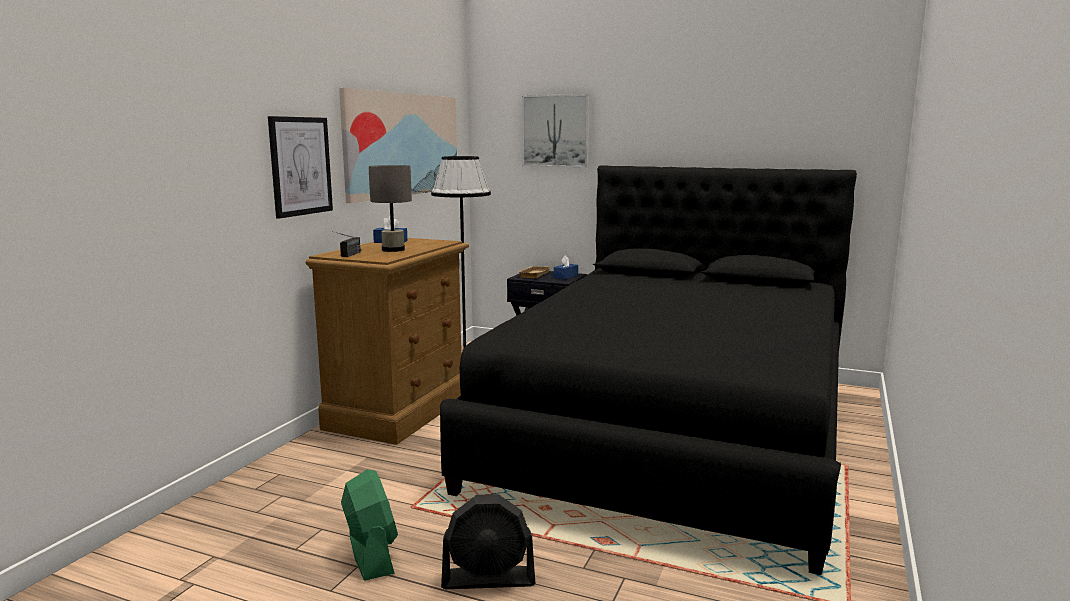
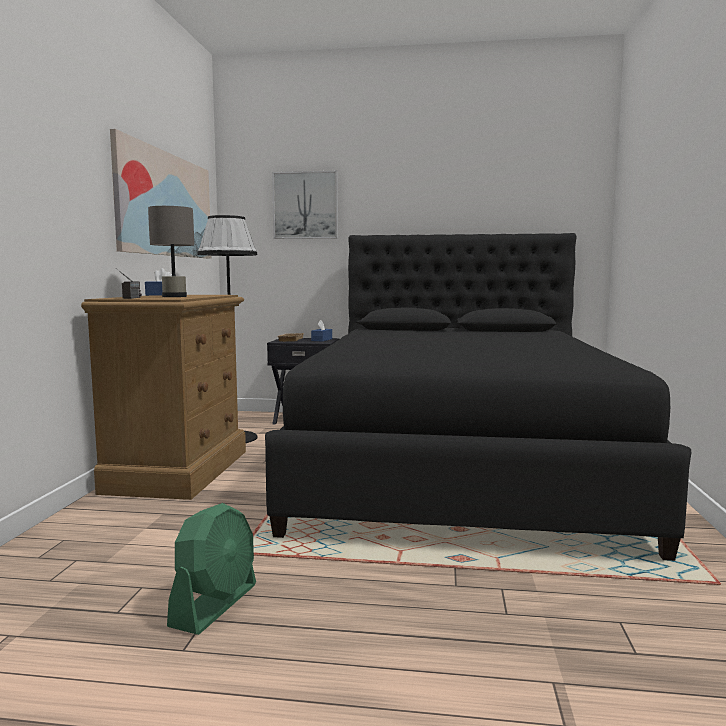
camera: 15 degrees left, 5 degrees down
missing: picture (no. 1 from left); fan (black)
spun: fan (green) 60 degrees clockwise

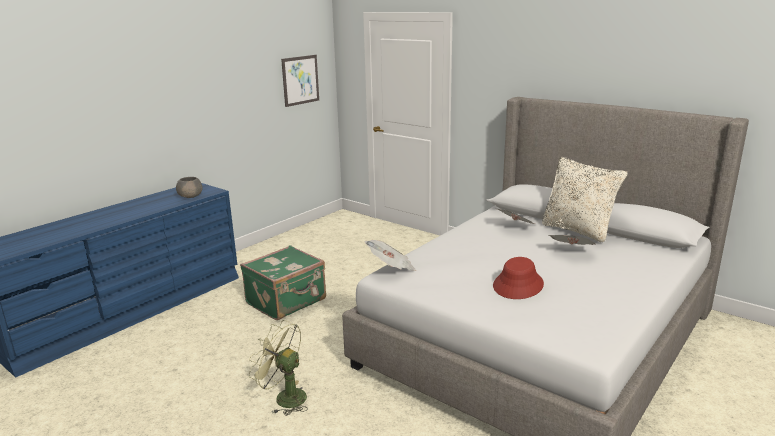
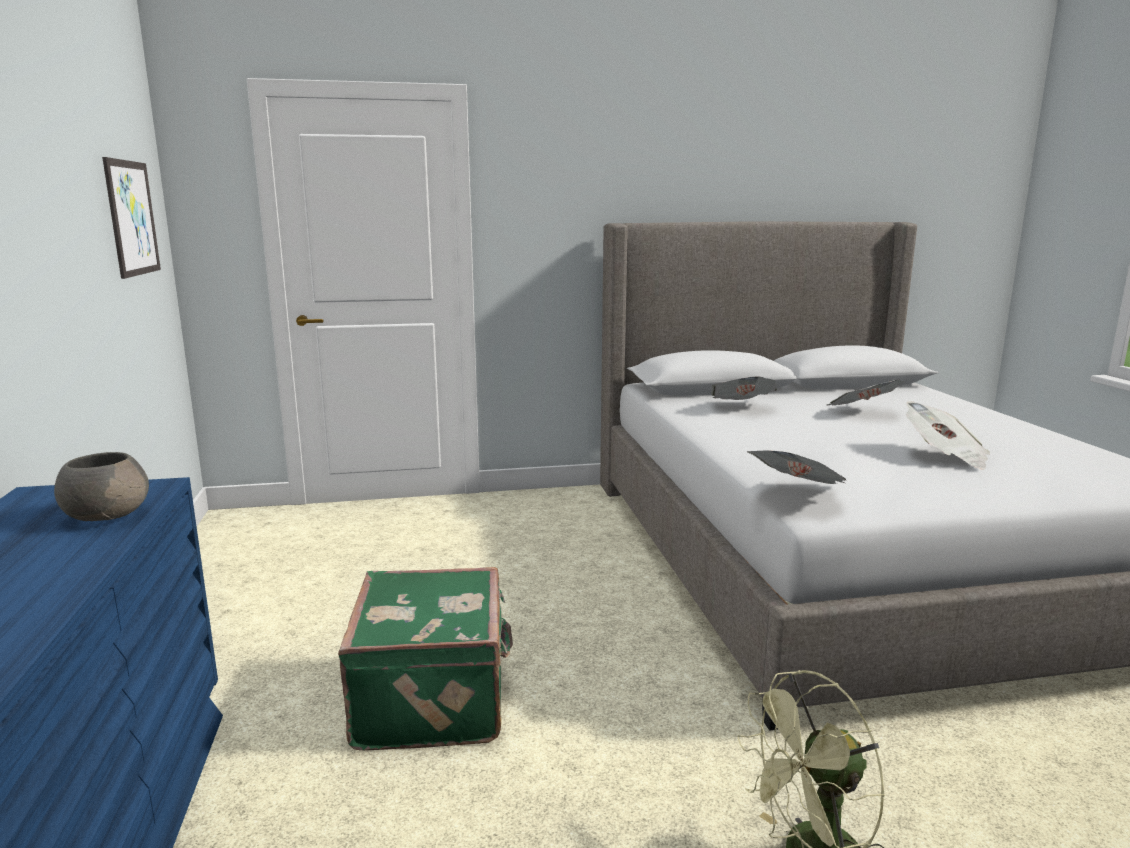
camera: 50 degrees left, 5 degrees down
missing: pillow (beige)
exchanged: hat (red) to newspaper (no. 4 from left)

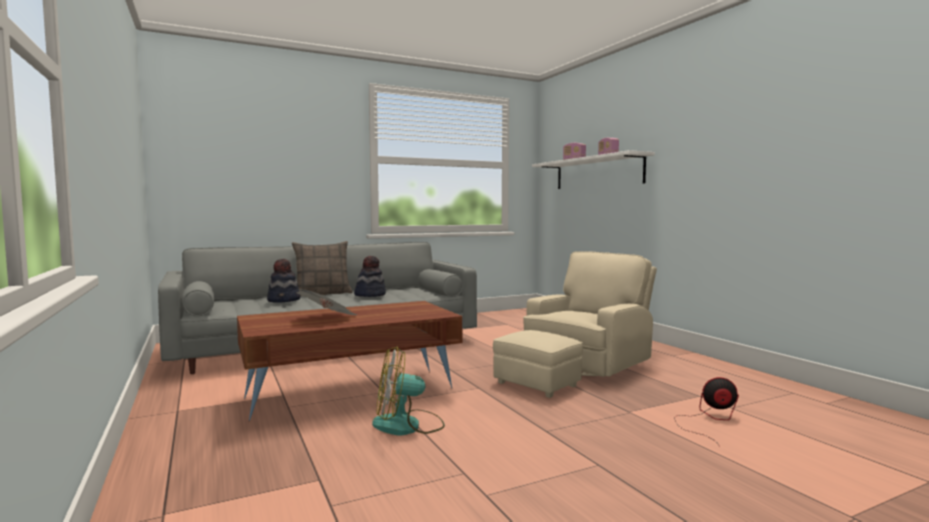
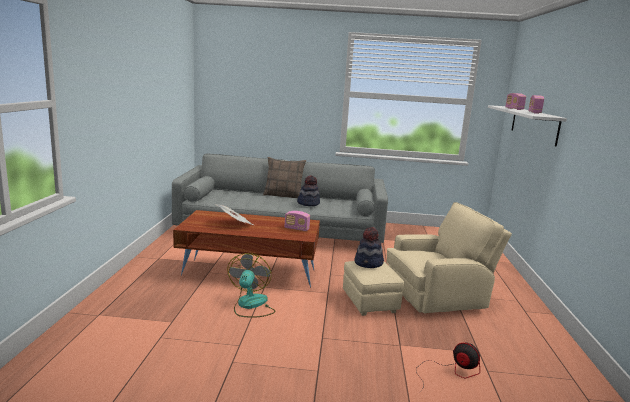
camera: 30 degrees right, 10 degrees up
appeared: radio (no. 1 from left)
relocated: hat (no. 1 from left in the first image) to hat (no. 2 from left)
spun: fan (no. 1 from left) 75 degrees clockwise

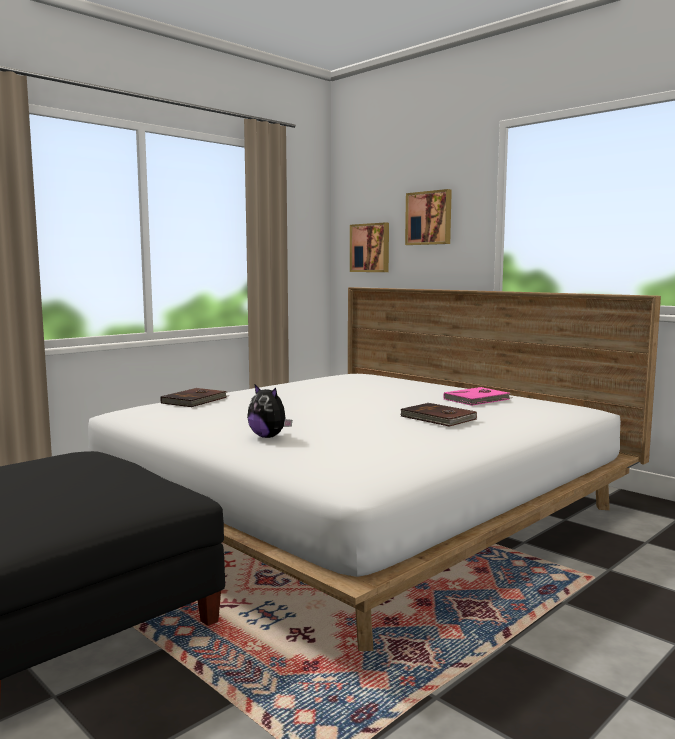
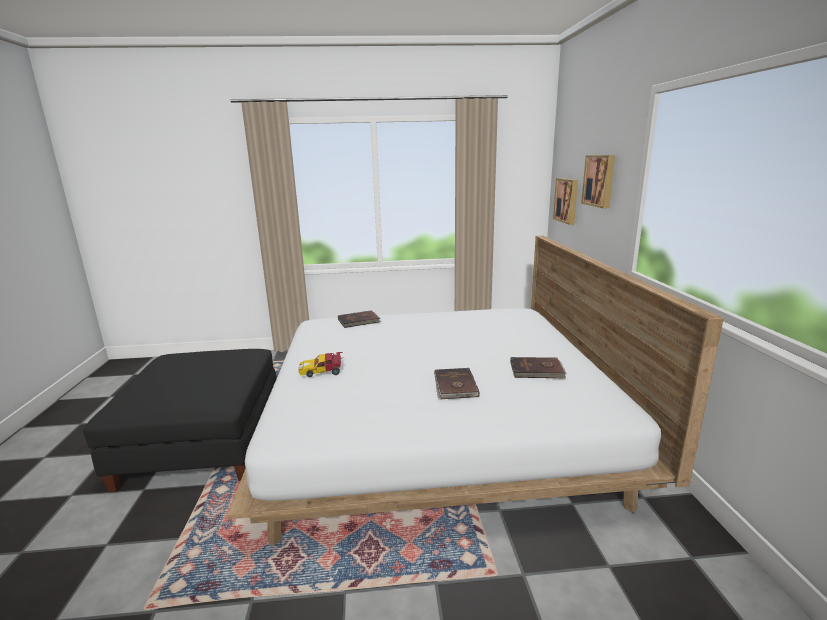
camera: 40 degrees right, 10 degrees up
exchanged: plush toy to toy car
colour: book (pink) to book (brown) (no. 3 from left)

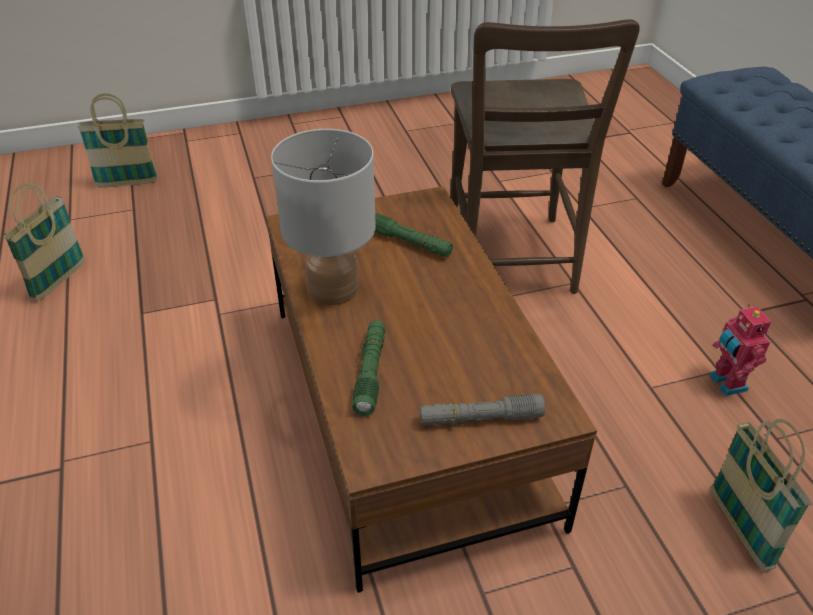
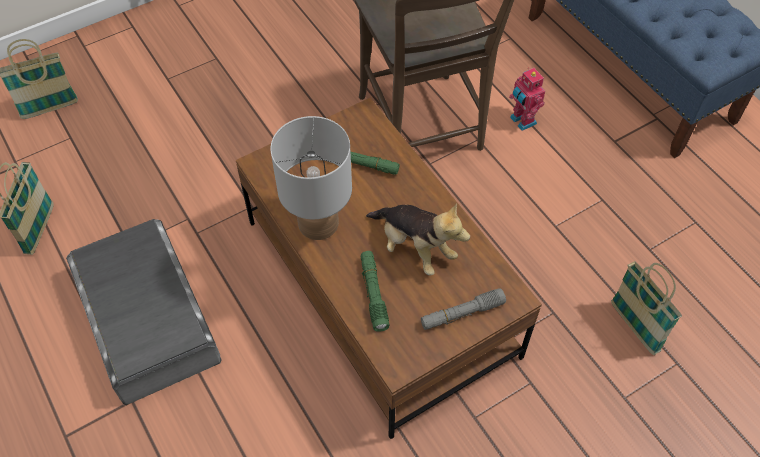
camera: 15 degrees left, 15 degrees up
appeared: plush toy; storage box (grey)
relocated: toy robot

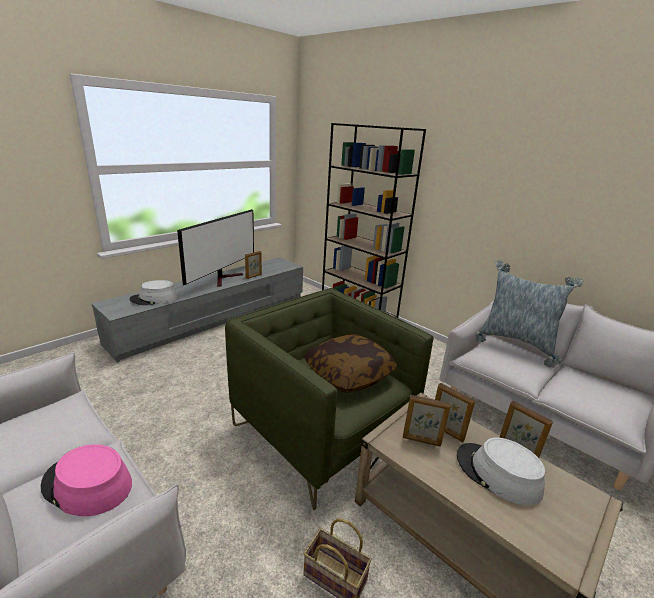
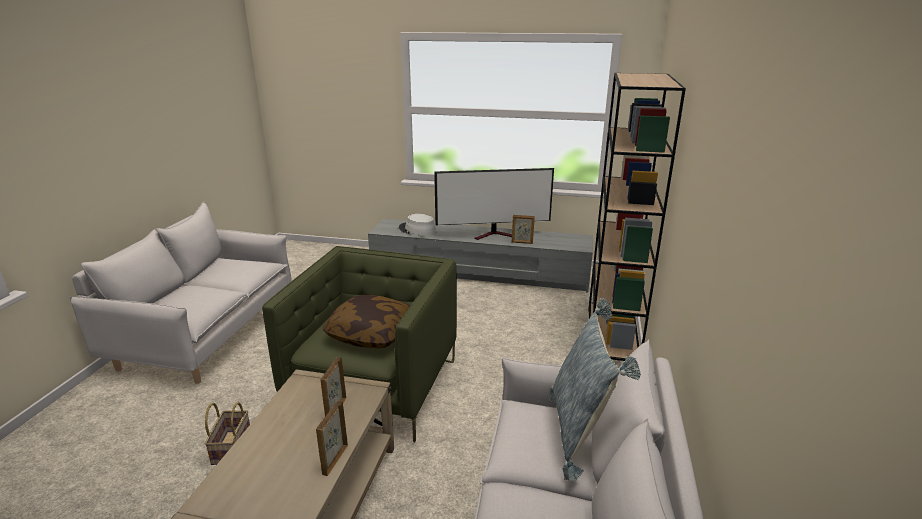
camera: 60 degrees right, 0 degrees up
missing: picture frame (no. 2 from left); hat (grey) (no. 2 from left); hat (pink)

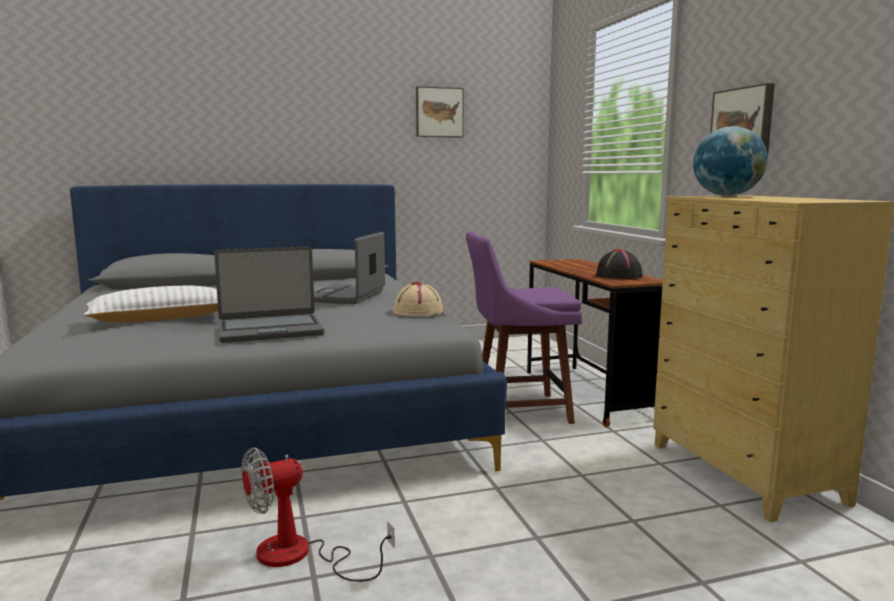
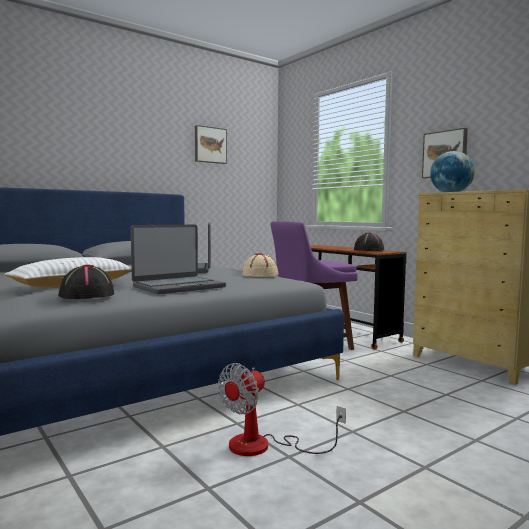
camera: 20 degrees left, 5 degrees down
appeared: hat (black) (no. 1 from left)

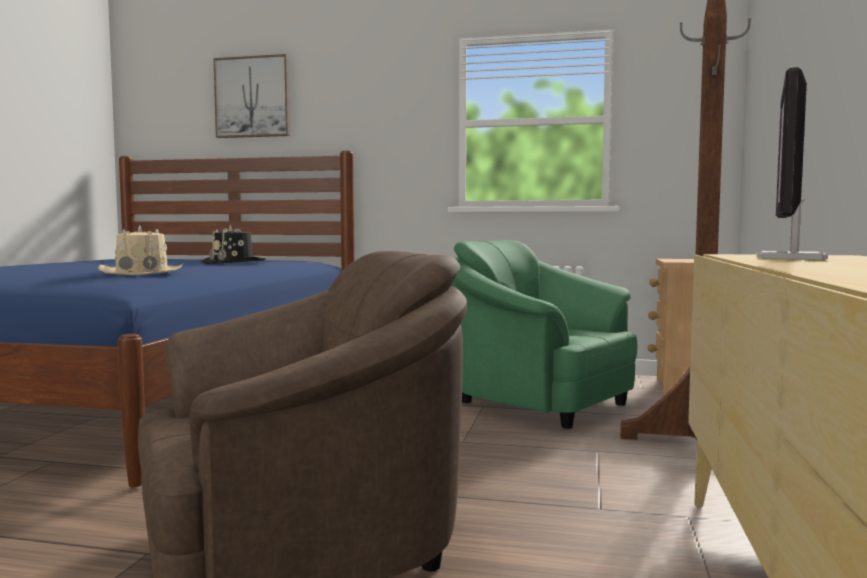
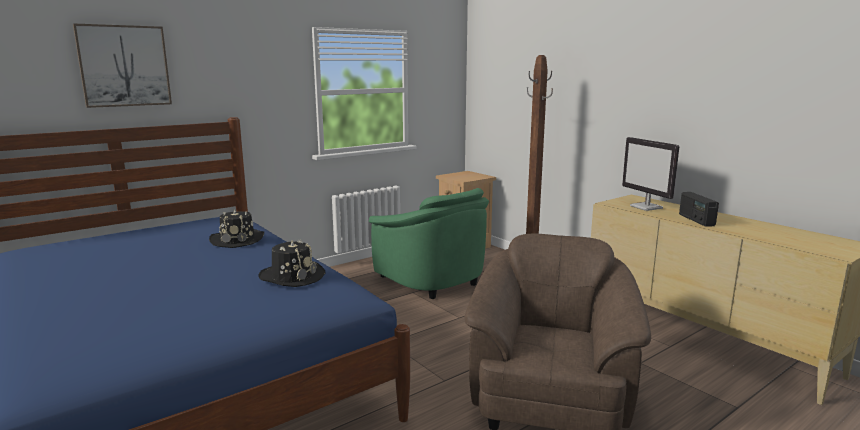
camera: 50 degrees left, 10 degrees up
appeared: radio
colour: hat (beige) to hat (black) (no. 2 from left)
spun: armchair (green) 120 degrees counterclockwise

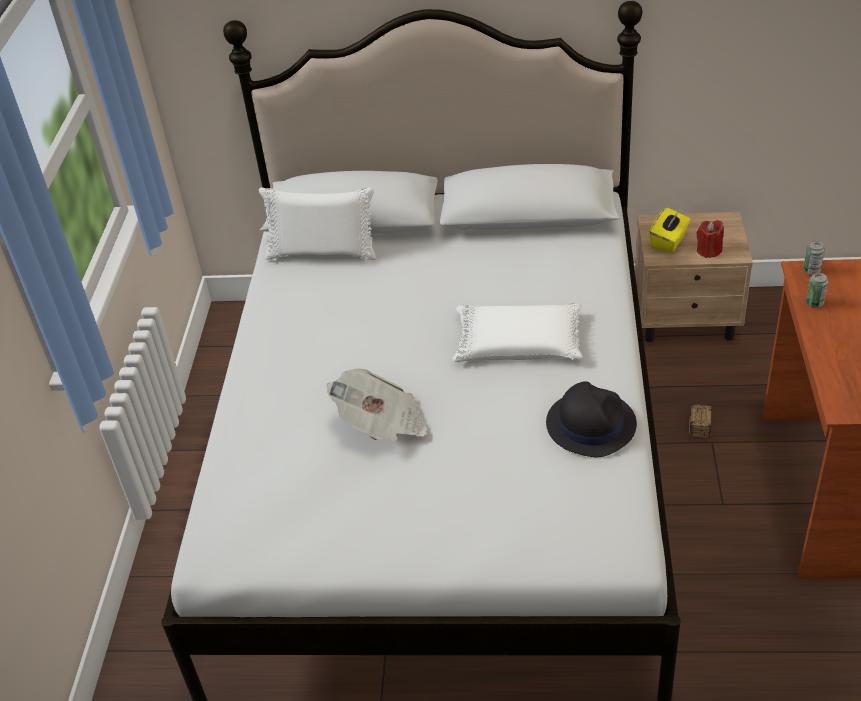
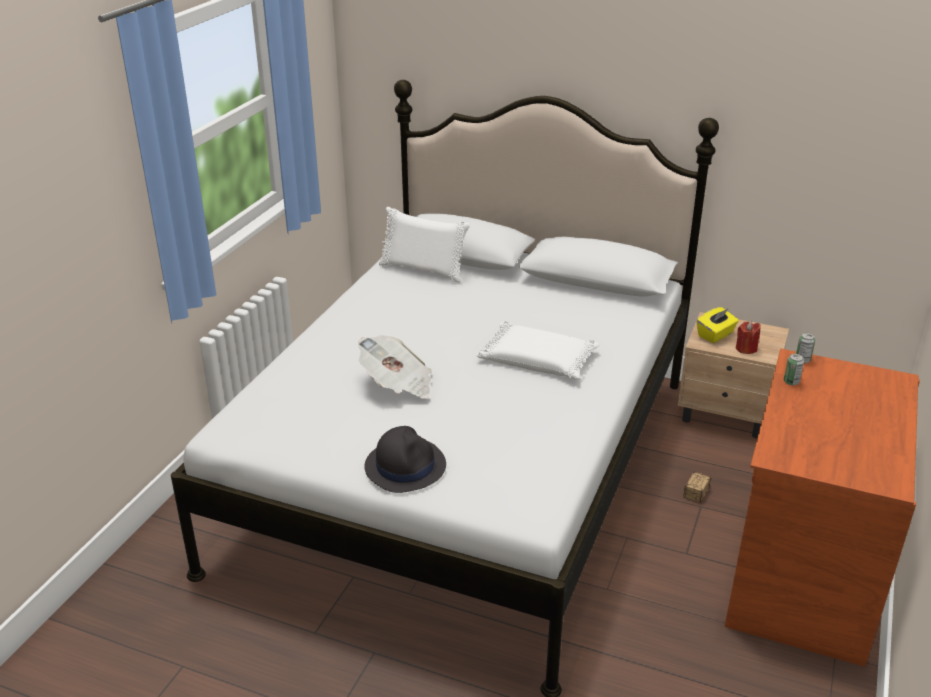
camera: 15 degrees right, 10 degrees down
relocated: hat (black)

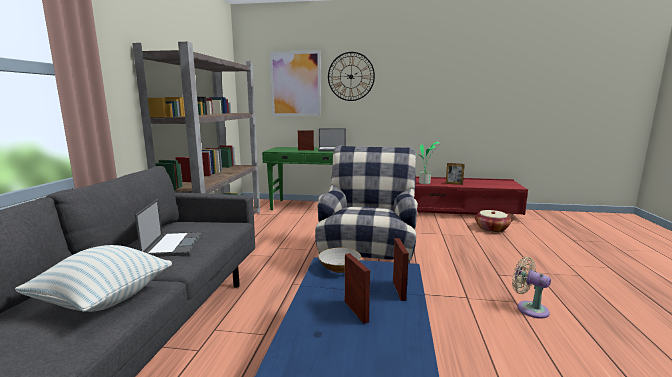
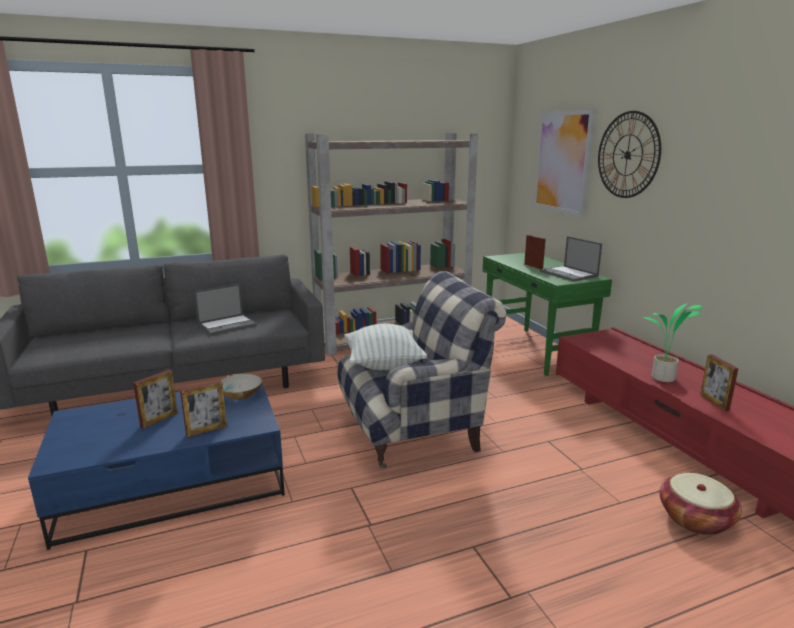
camera: 60 degrees right, 5 degrees up
missing: fan (beige)
relocated: pillow

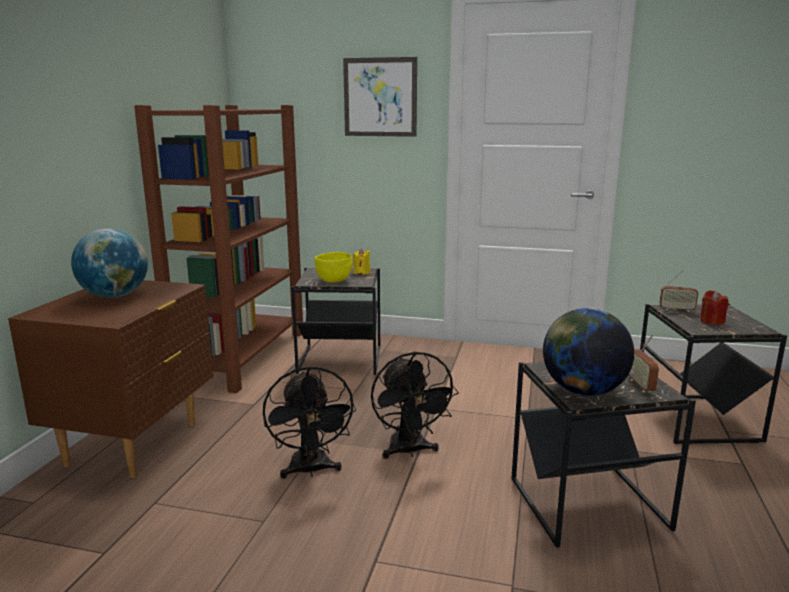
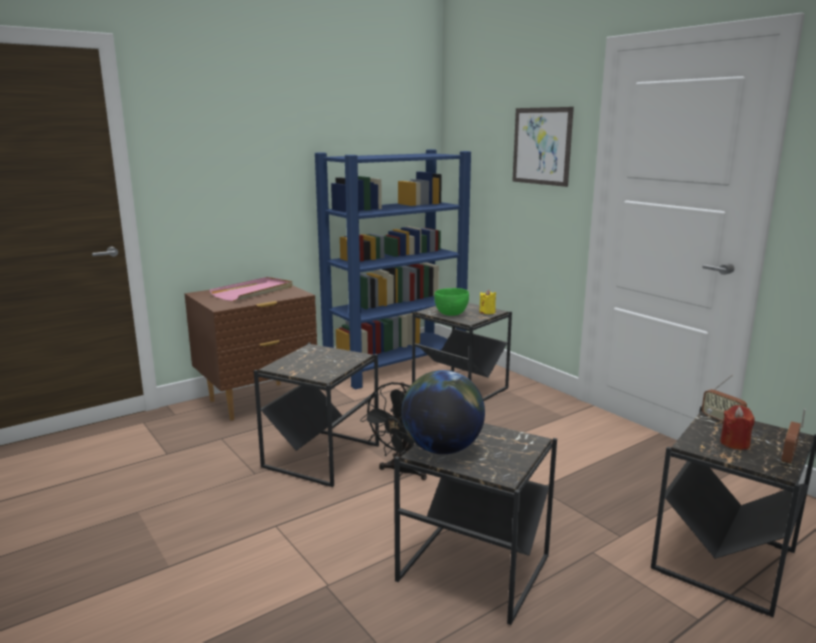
camera: 40 degrees right, 0 degrees up
relocated: radio (no. 1 from left in the first image) to radio (no. 2 from left)
exchanged: globe (no. 1 from left) to tray (pink); fan (black) (no. 1 from left) to side table (black) (no. 1 from left)
colour: bookcase (brown) to bookcase (blue); bowl (yellow) to bowl (green)

